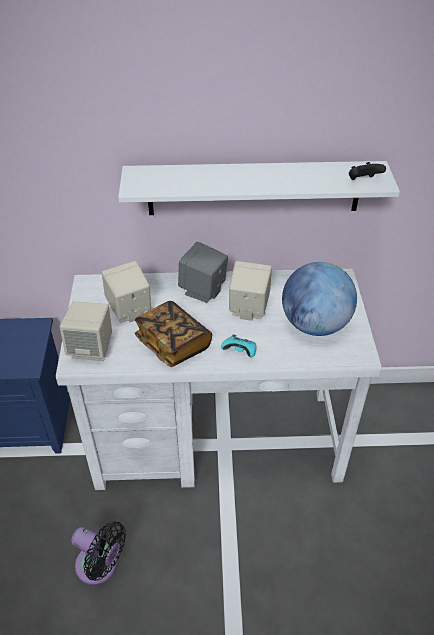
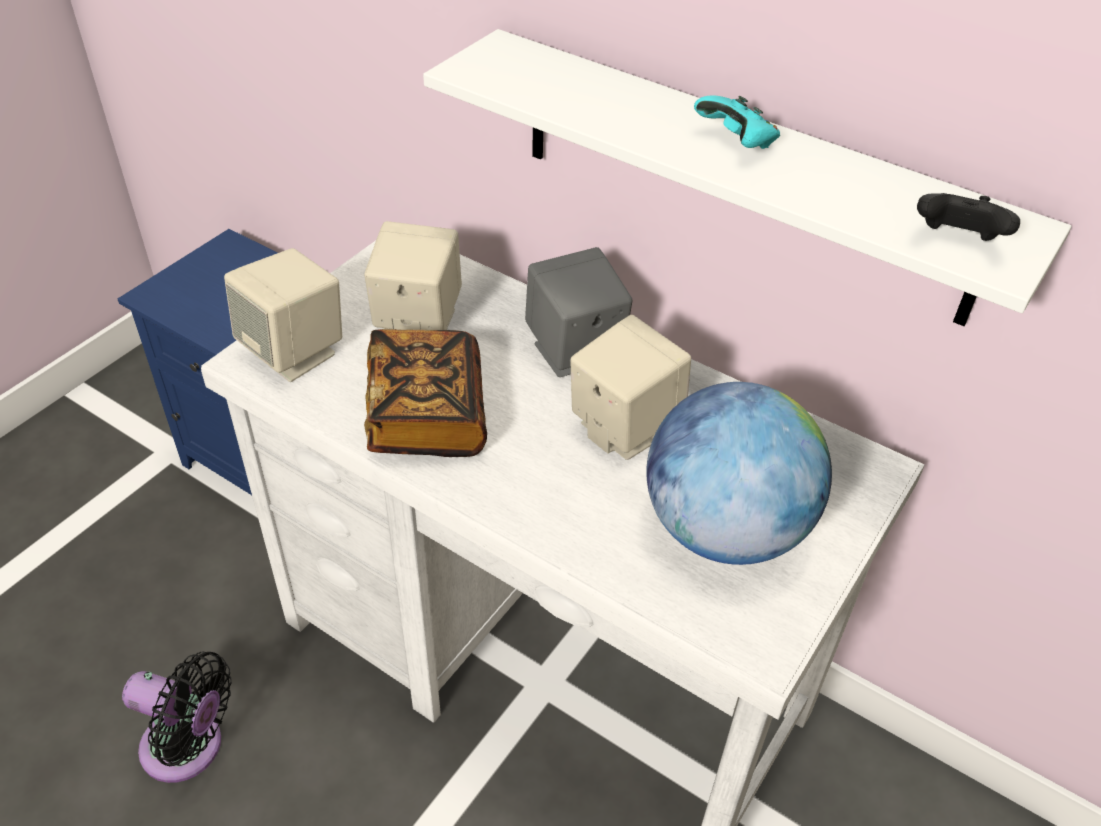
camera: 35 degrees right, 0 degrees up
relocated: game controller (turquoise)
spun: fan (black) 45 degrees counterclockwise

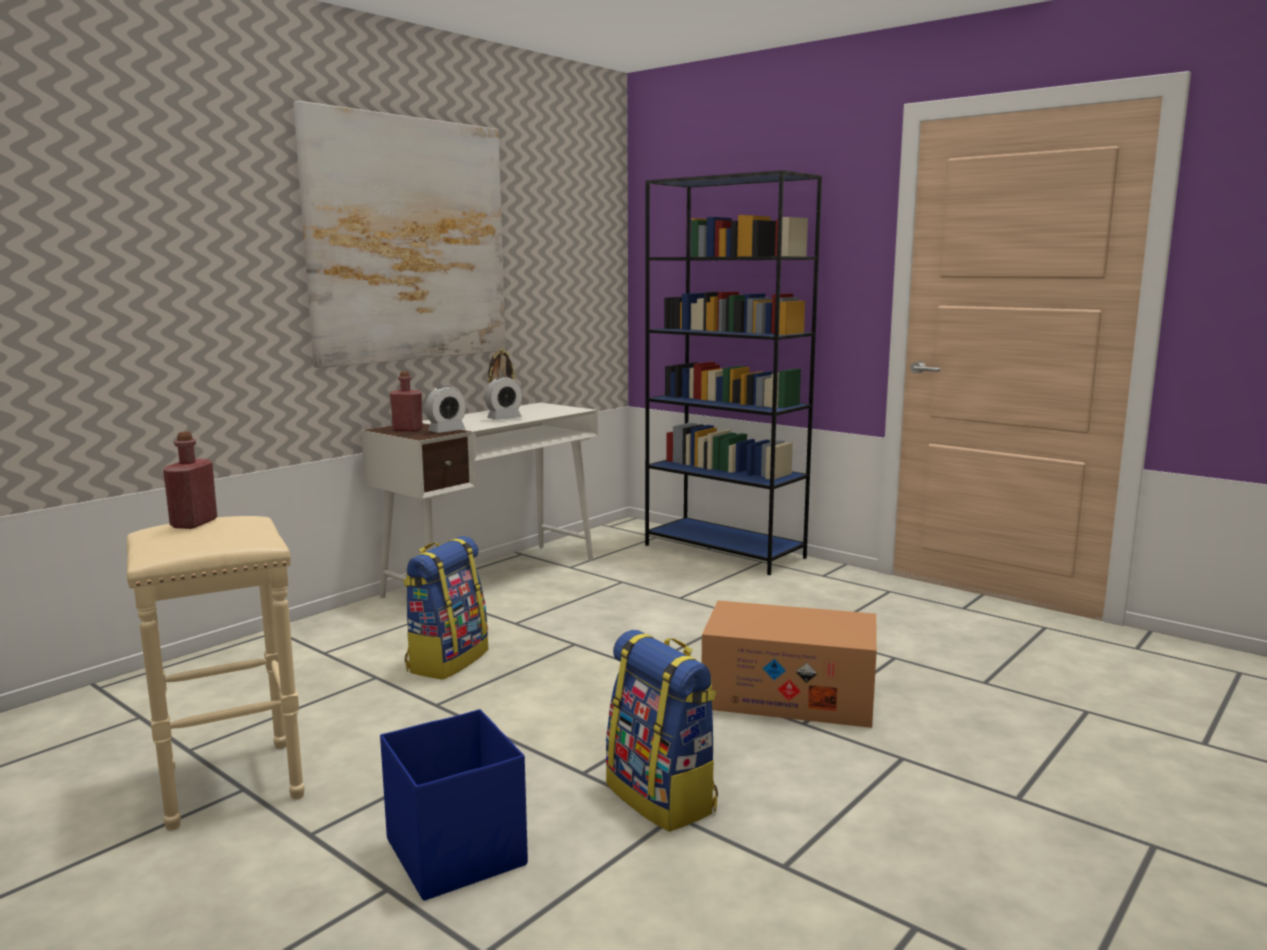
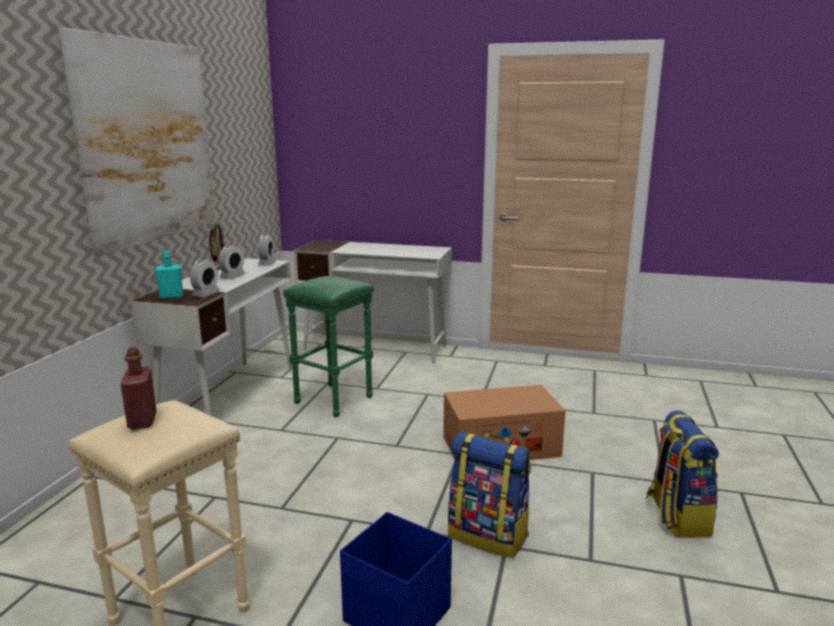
camera: 25 degrees left, 5 degrees up
appeared: alarm clock (no. 3 from left); stool (green)
relocated: backpack (no. 1 from left in the first image) to backpack (no. 2 from left)
exchanged: bookcase (blue) to desk (white) (no. 2 from left)
colour: bottle (red) (no. 2 from left) to bottle (turquoise)

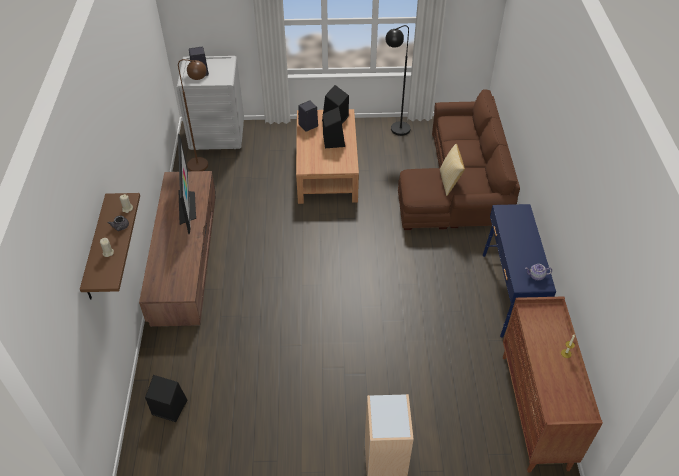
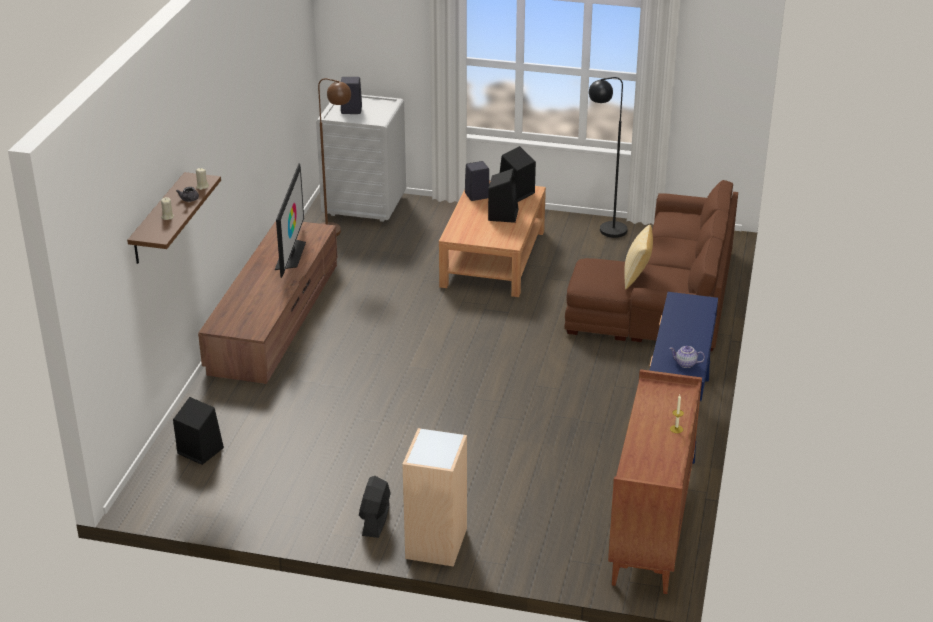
camera: 15 degrees right, 15 degrees down
appeared: fan (black)

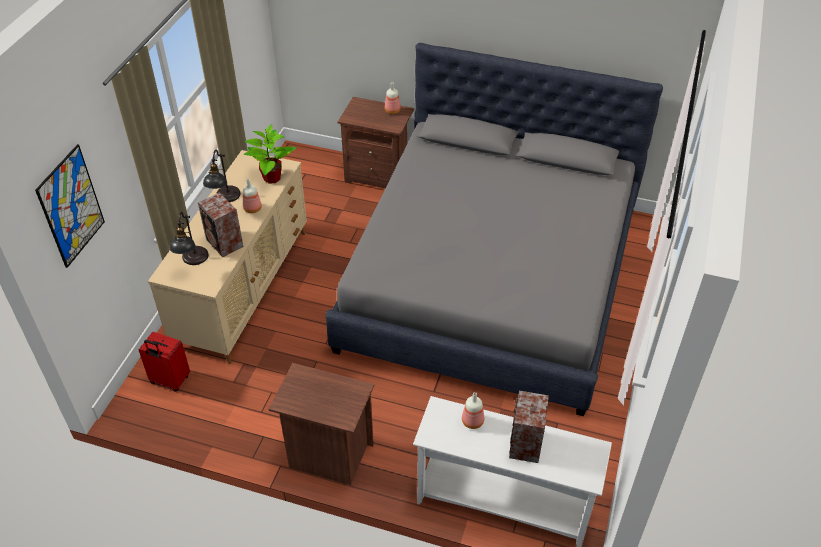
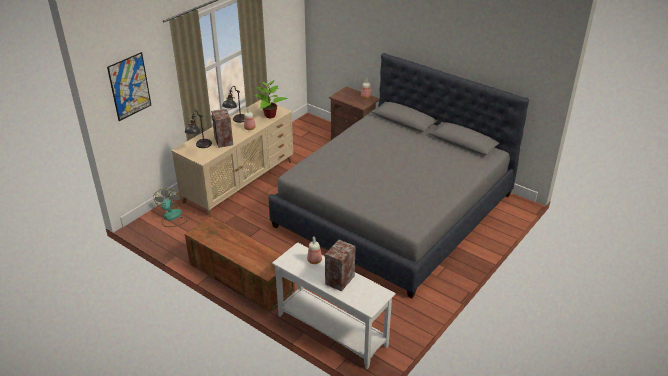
camera: 20 degrees right, 10 degrees down
exchanged: suitcase (red) to fan; nightstand (brown) (no. 1 from left) to bench (brown)

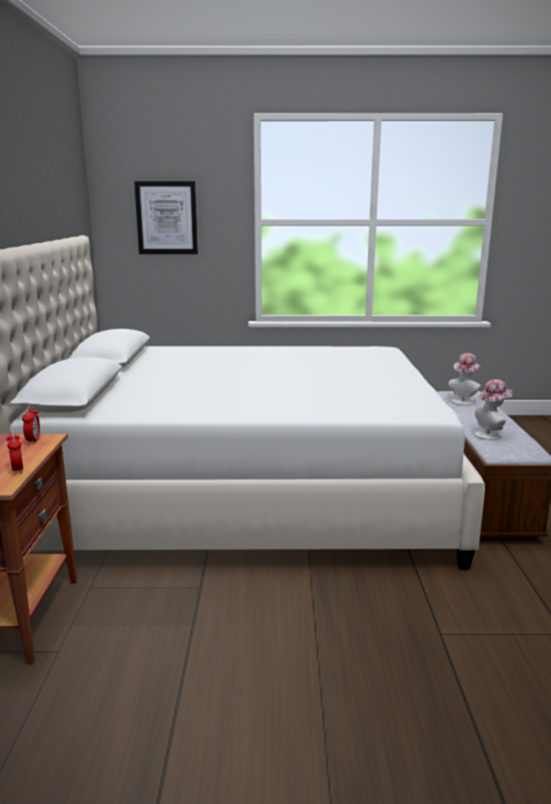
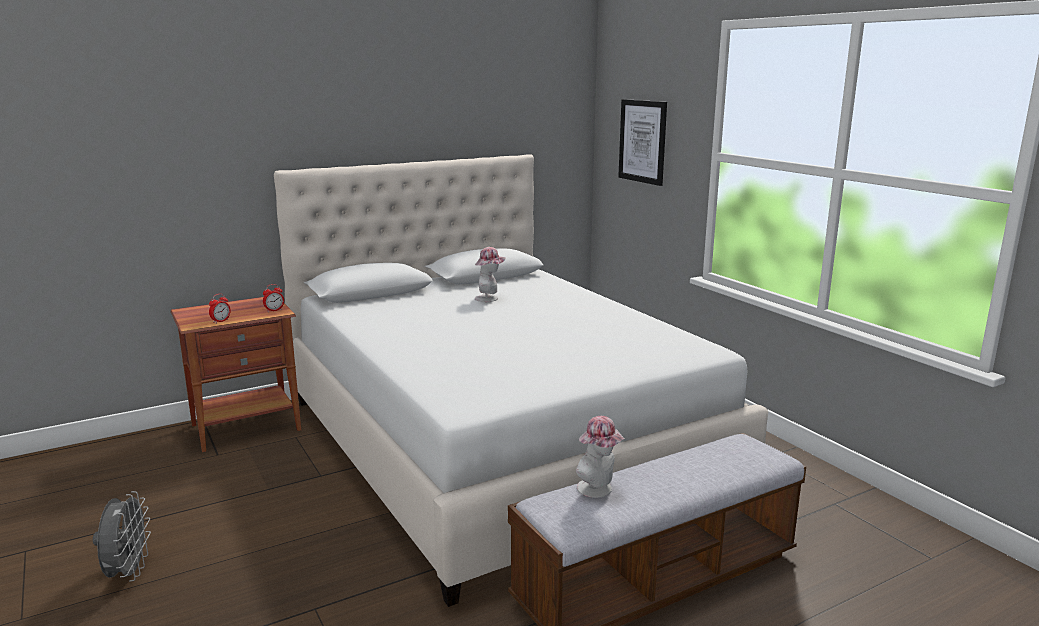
camera: 60 degrees right, 0 degrees up
appeared: fan (grey)
relocated: hat (no. 1 from left)

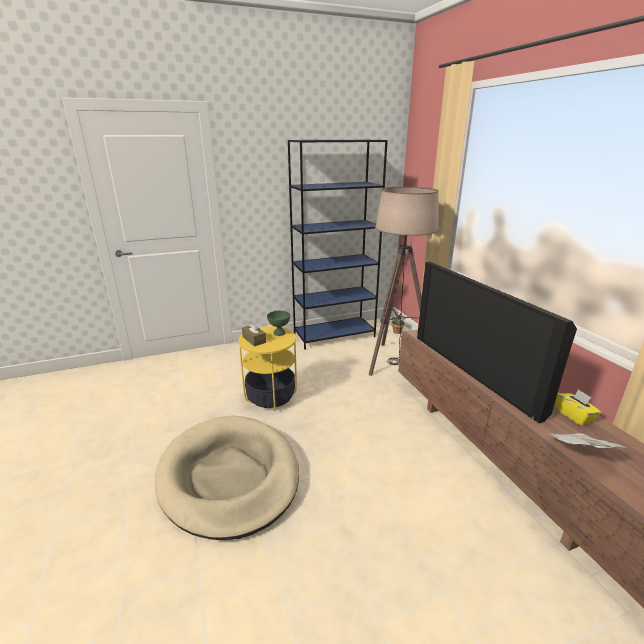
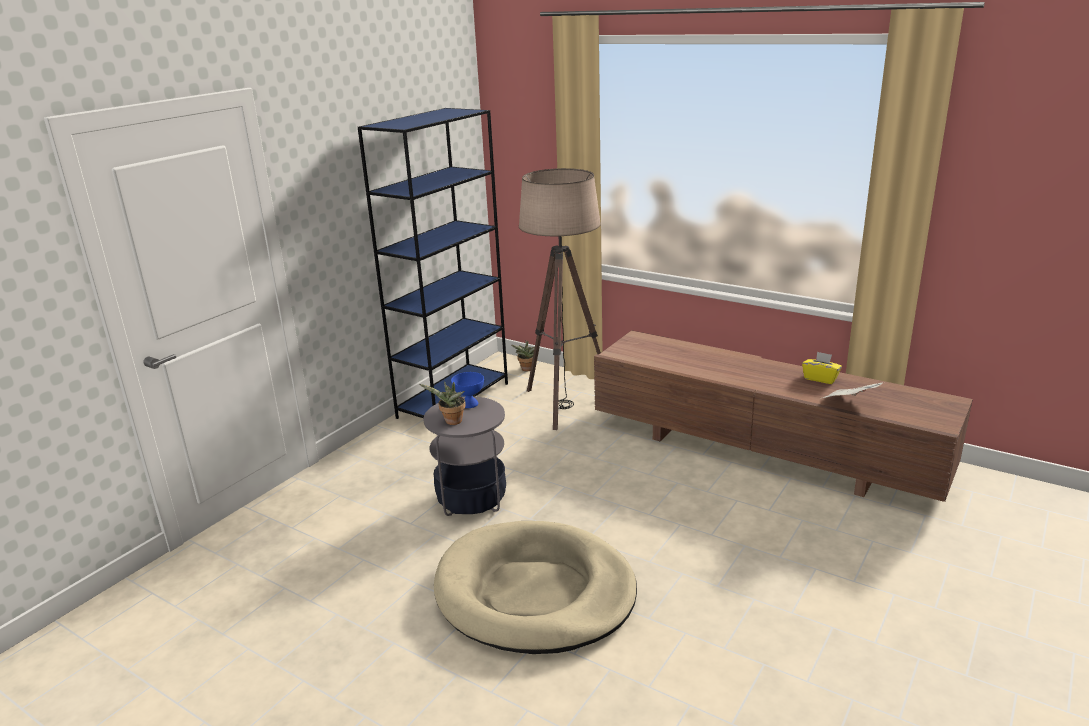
camera: 35 degrees left, 0 degrees up
missing: television
exchanged: tissue box (brown) to potted plant (no. 1 from left)
colour: bowl (green) to bowl (blue); side table (yellow) to side table (grey)

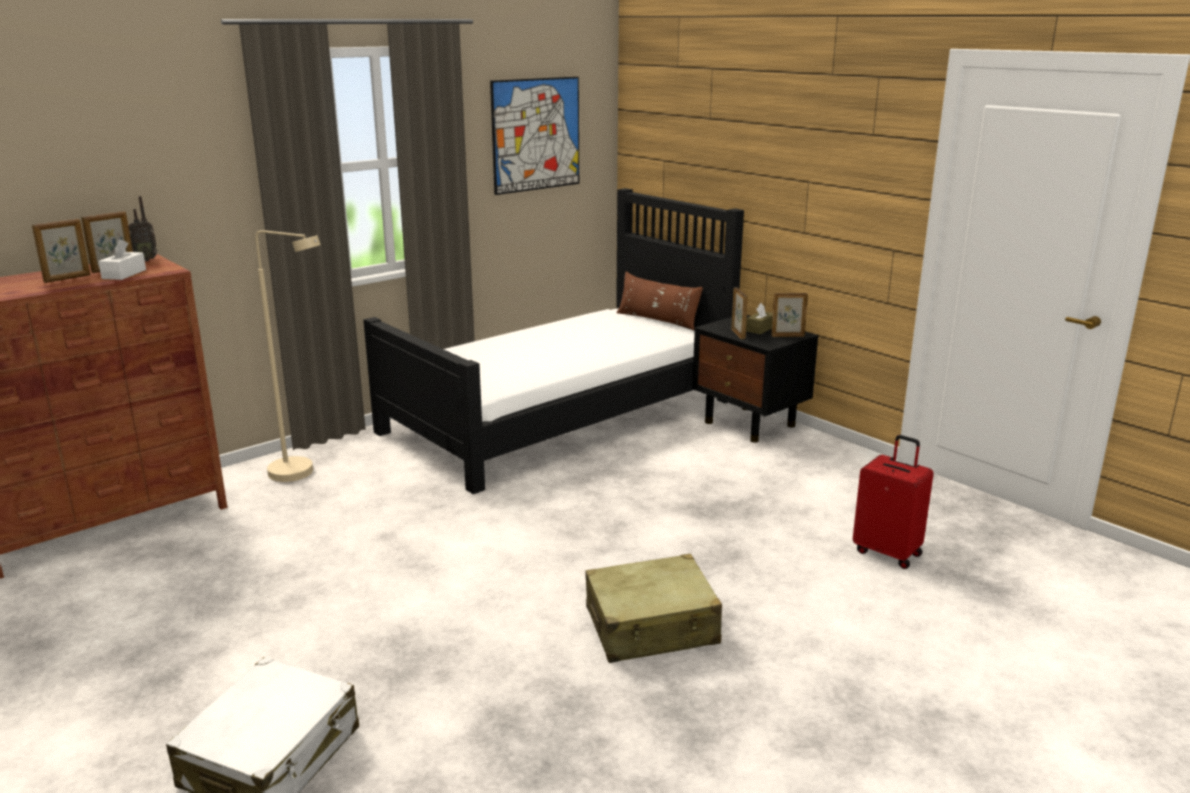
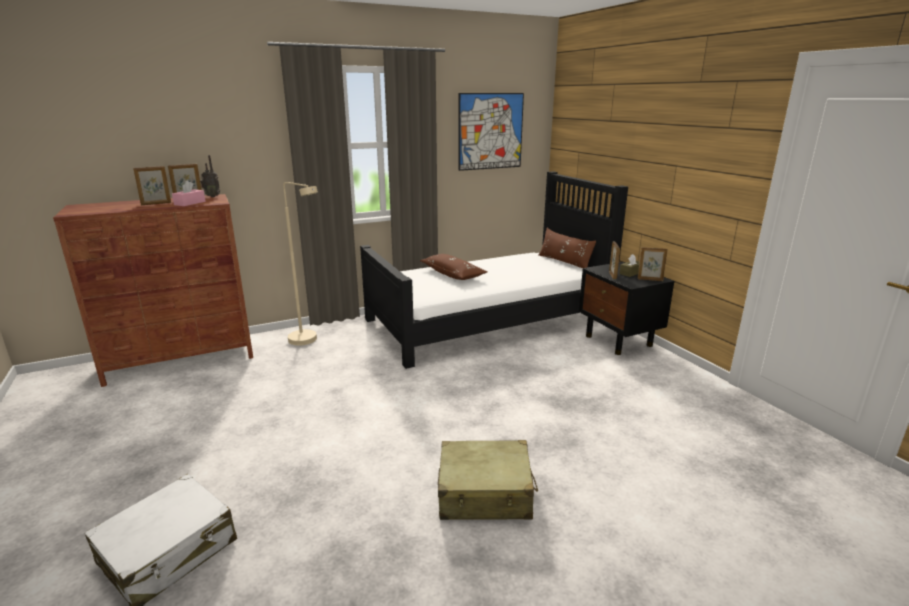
camera: 15 degrees right, 0 degrees up
missing: suitcase (red)
appeared: pillow (brown) (no. 1 from left)
colour: tissue box (white) to tissue box (pink)

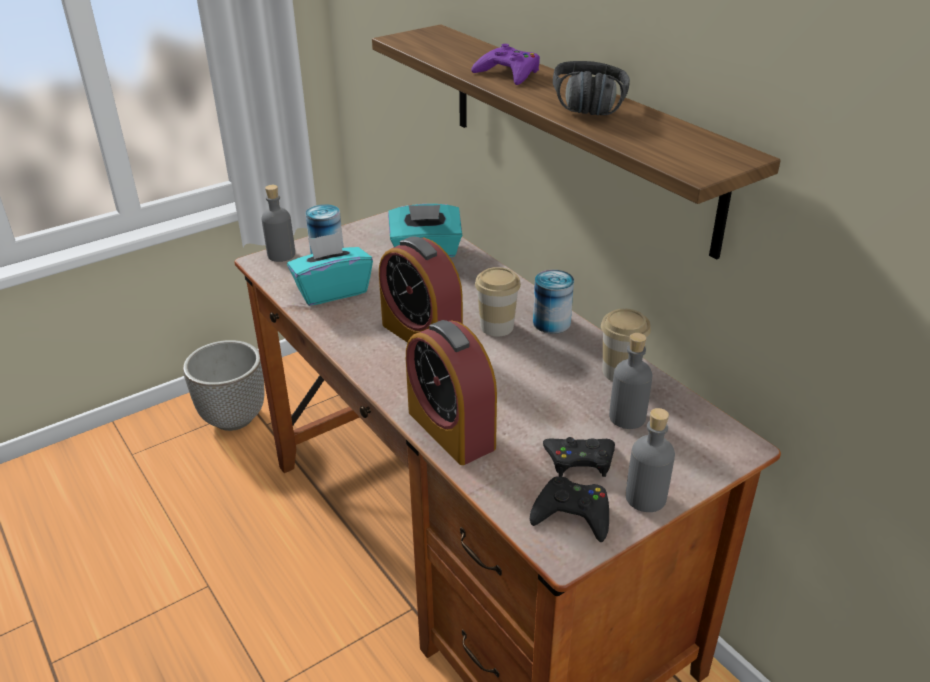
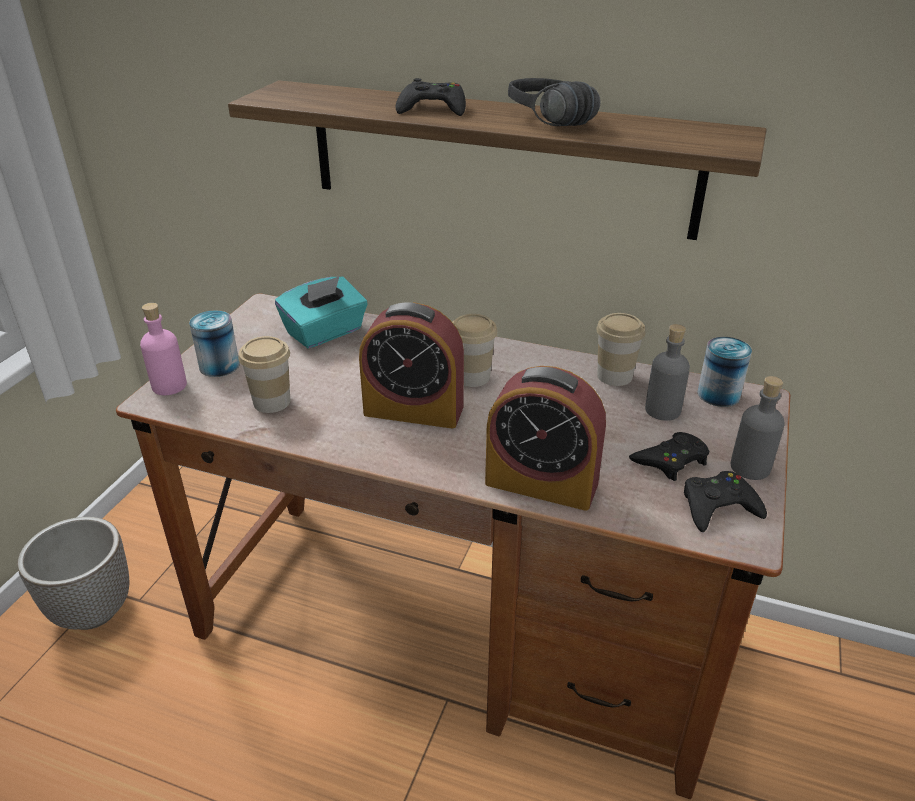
camera: 35 degrees left, 0 degrees up
relocated: can (no. 2 from left)
exchanged: tissue box (turquoise) (no. 1 from left) to cup (no. 1 from left)
colour: game controller (purple) to game controller (black) (no. 1 from left); bottle (grey) (no. 1 from left) to bottle (pink)

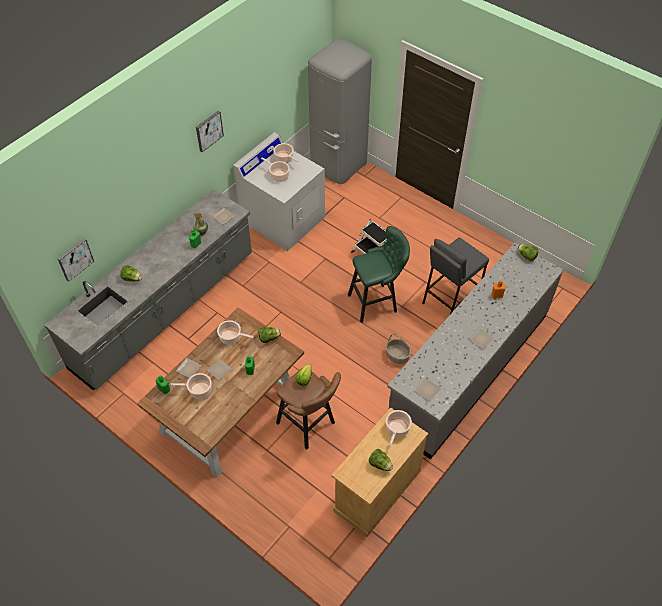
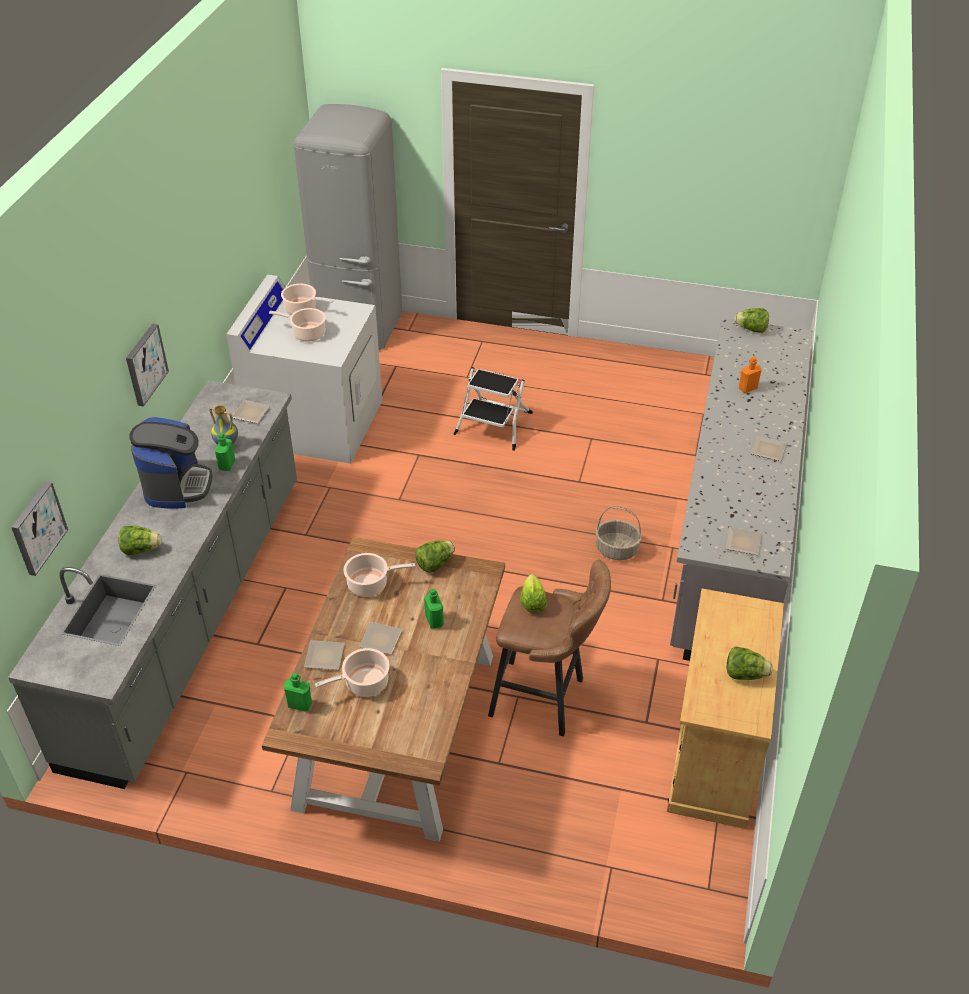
camera: 25 degrees left, 10 degrees down
missing: stool (green); stool (grey); cooking pot (no. 5 from left)
appeared: coffee machine
relocated: picture (no. 2 from left)

